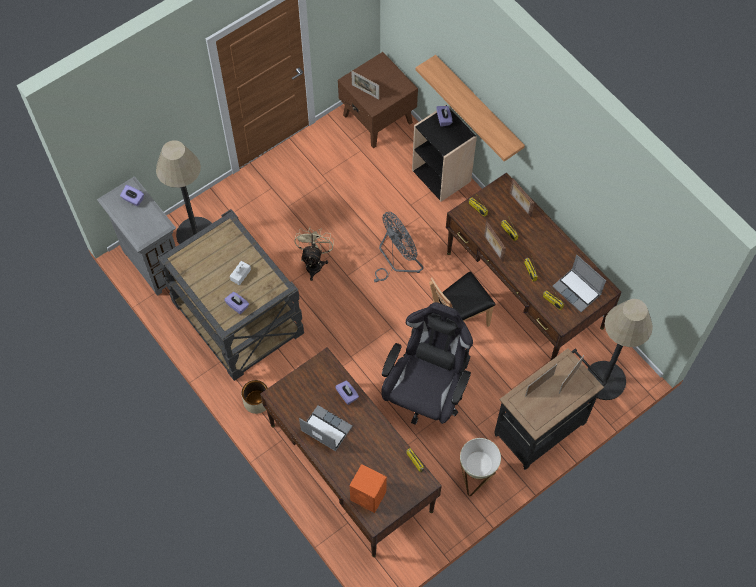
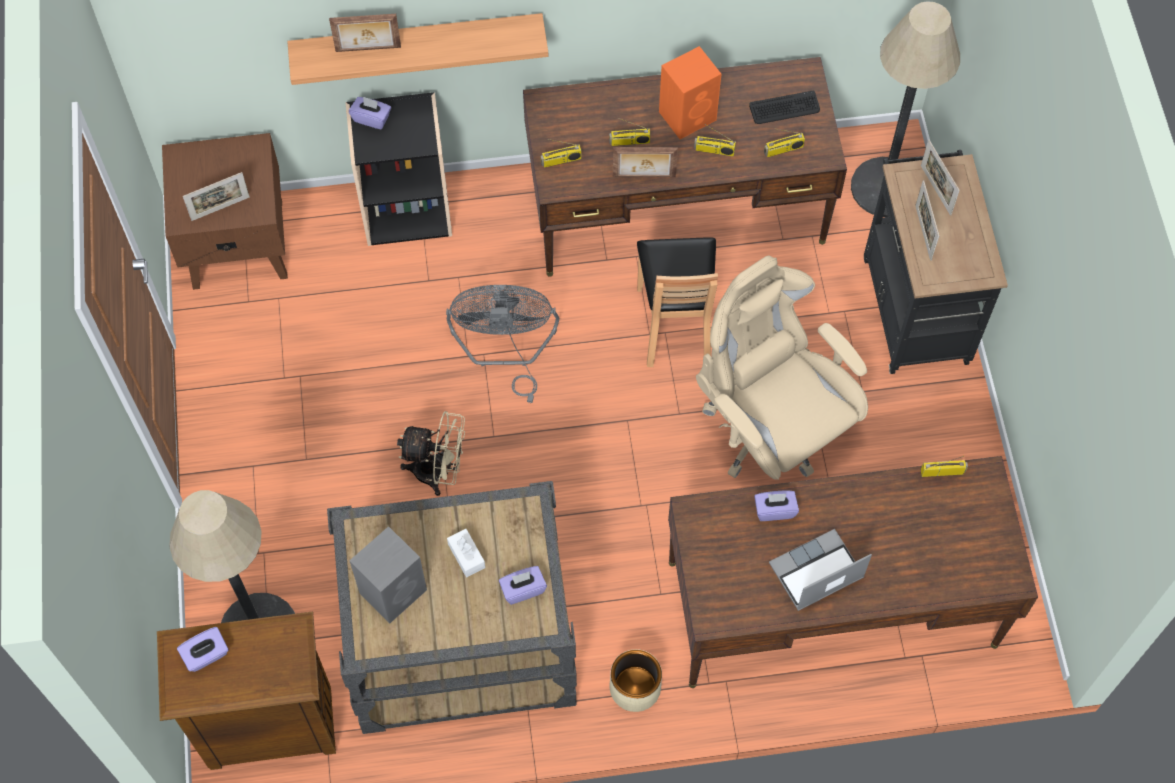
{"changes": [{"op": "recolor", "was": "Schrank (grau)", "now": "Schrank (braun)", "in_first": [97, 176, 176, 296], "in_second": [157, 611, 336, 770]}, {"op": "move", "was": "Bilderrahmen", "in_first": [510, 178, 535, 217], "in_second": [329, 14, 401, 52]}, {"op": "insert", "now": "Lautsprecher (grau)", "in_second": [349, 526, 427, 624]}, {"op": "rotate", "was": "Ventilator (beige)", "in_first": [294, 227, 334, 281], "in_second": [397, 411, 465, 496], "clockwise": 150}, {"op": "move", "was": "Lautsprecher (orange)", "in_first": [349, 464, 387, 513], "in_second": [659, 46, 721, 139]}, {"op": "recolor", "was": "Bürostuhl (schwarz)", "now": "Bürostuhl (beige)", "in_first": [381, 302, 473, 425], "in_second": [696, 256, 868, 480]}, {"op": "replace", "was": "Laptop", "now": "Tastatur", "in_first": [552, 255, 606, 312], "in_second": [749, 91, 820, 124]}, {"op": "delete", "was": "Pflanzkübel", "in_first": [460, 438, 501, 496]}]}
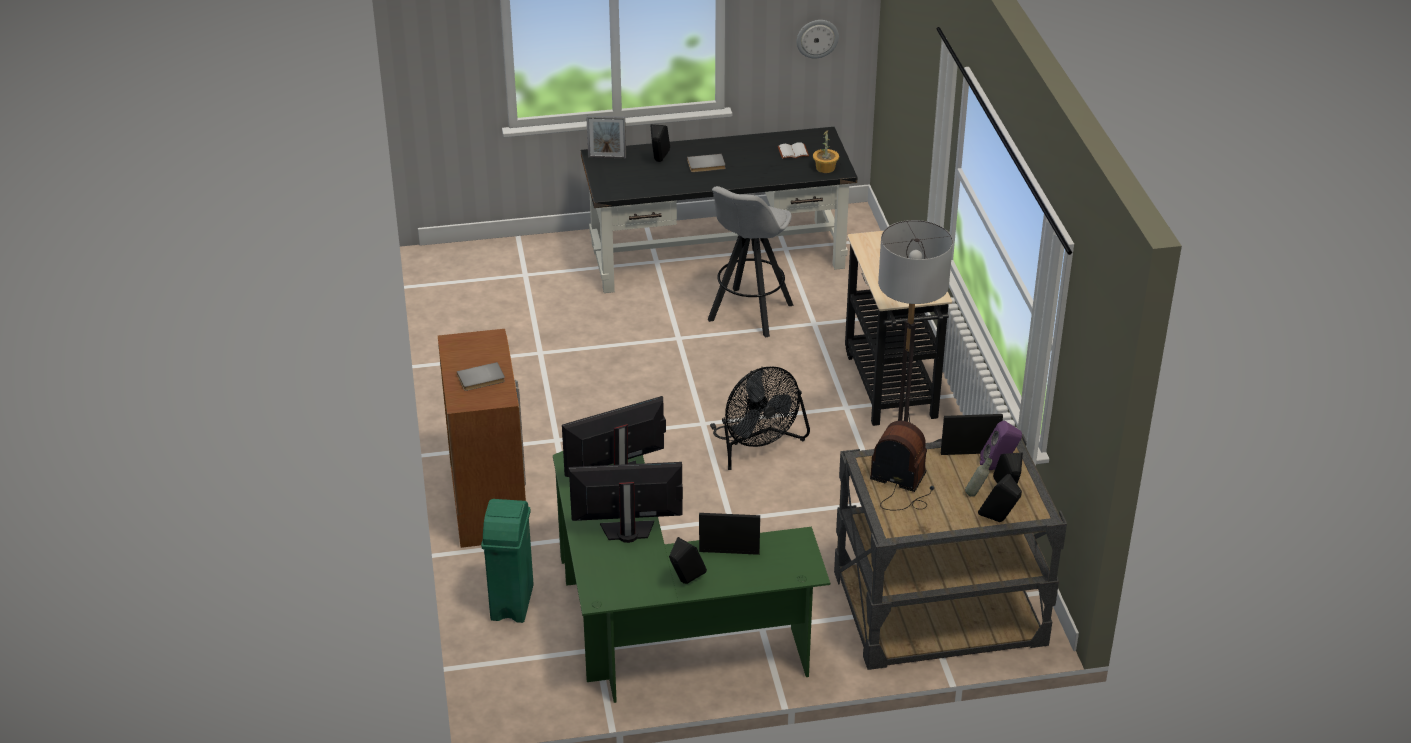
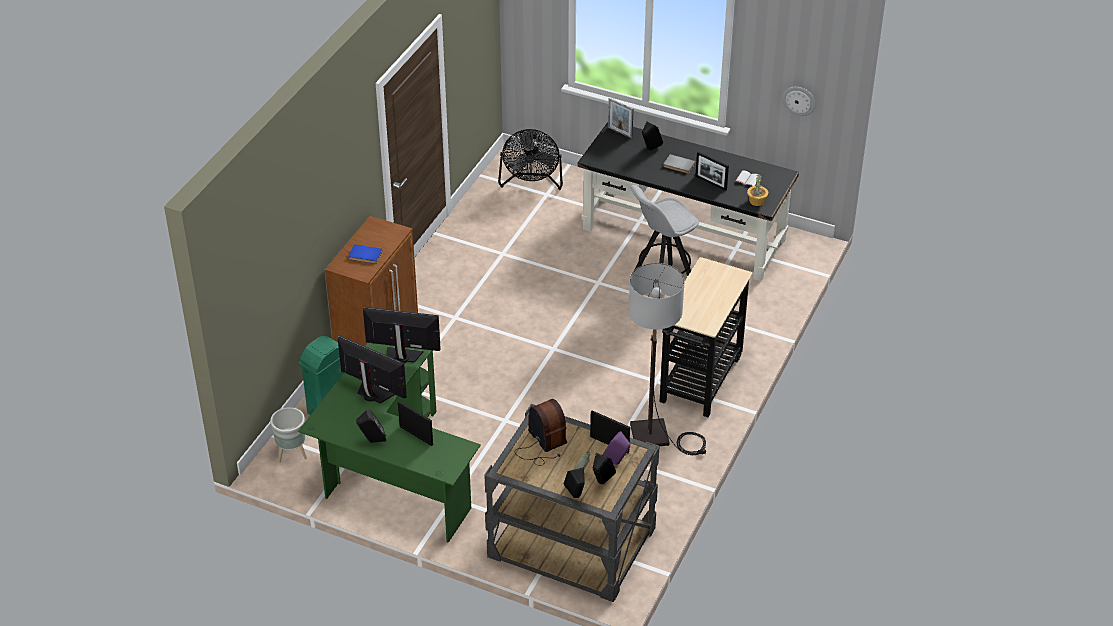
{"changes": [{"op": "insert", "now": "Pflanzkübel (grau)", "in_second": [270, 407, 307, 462]}, {"op": "recolor", "was": "Buch (grau)", "now": "Buch (blau)", "in_first": [457, 362, 505, 391], "in_second": [349, 244, 383, 264]}, {"op": "move", "was": "Ventilator (schwarz)", "in_first": [710, 367, 810, 470], "in_second": [498, 129, 563, 190]}, {"op": "insert", "now": "Bilderrahmen", "in_second": [695, 151, 729, 191]}]}
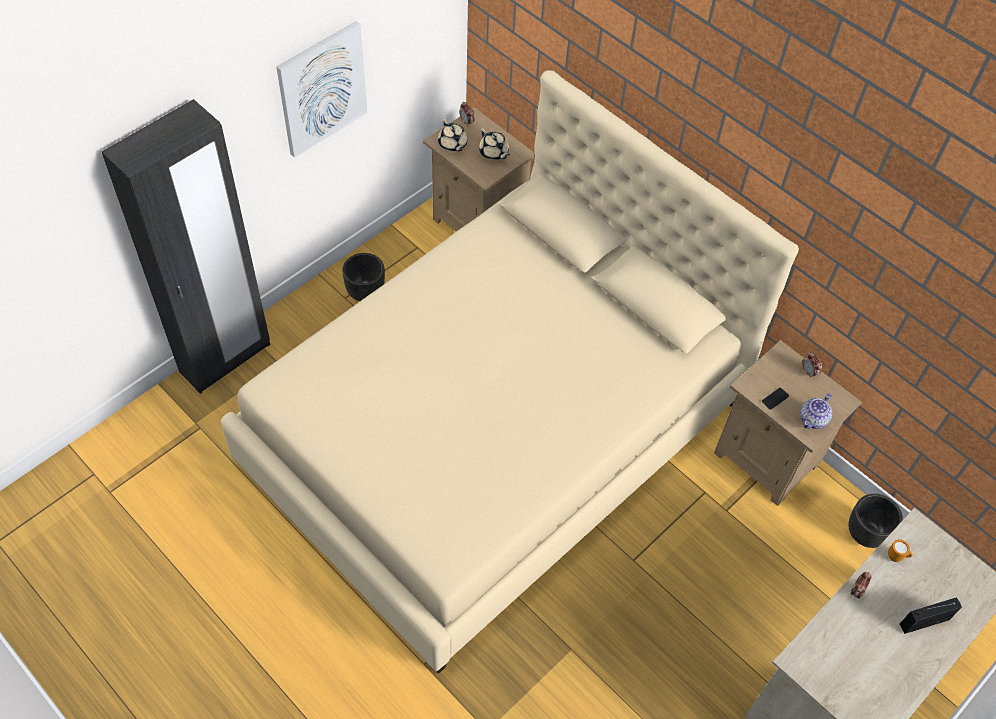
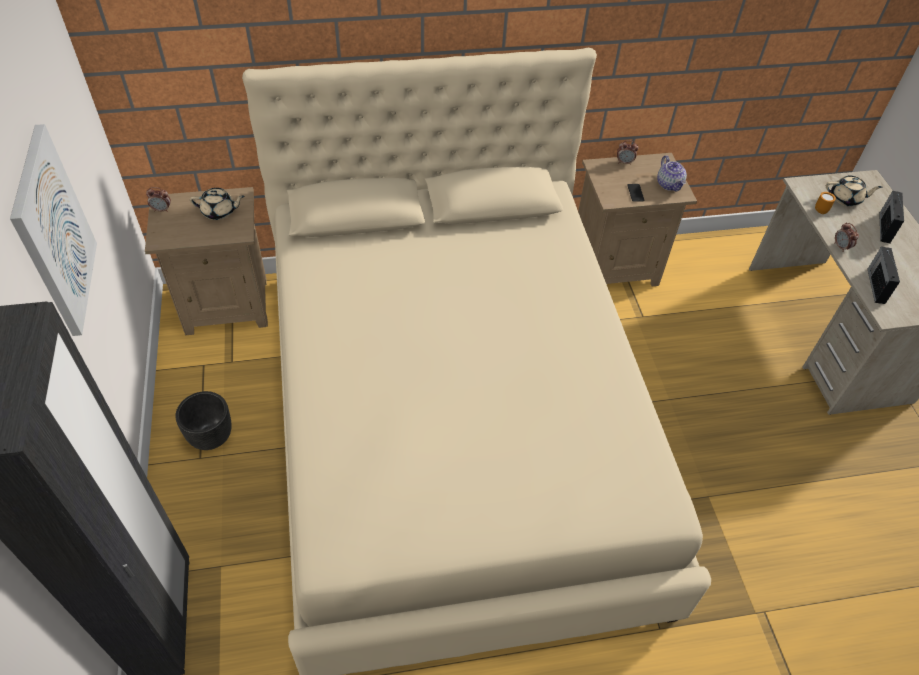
{"changes": [{"op": "move", "was": "Teekanne (beige)", "in_first": [438, 119, 468, 152], "in_second": [826, 176, 882, 206]}, {"op": "insert", "now": "Radio", "in_second": [868, 247, 900, 304]}, {"op": "delete", "was": "Pflanzkübel (schwarz)", "in_first": [848, 494, 903, 548]}]}
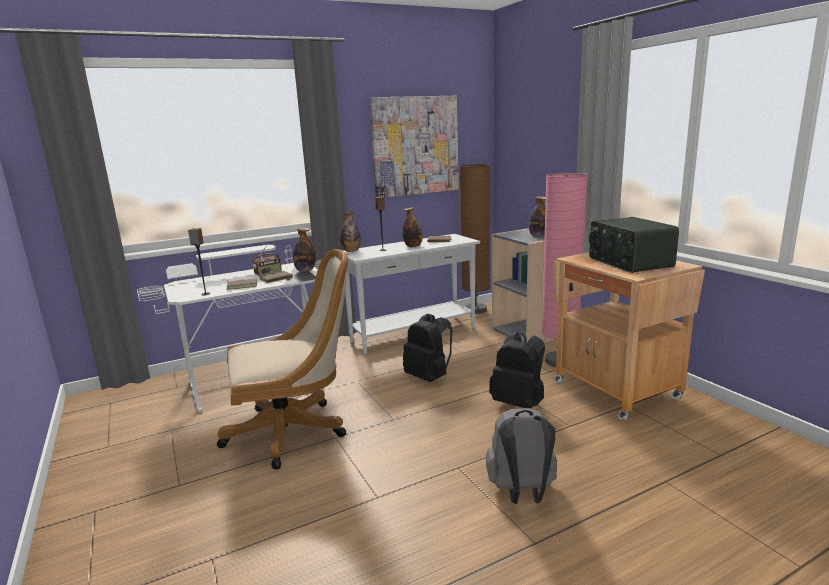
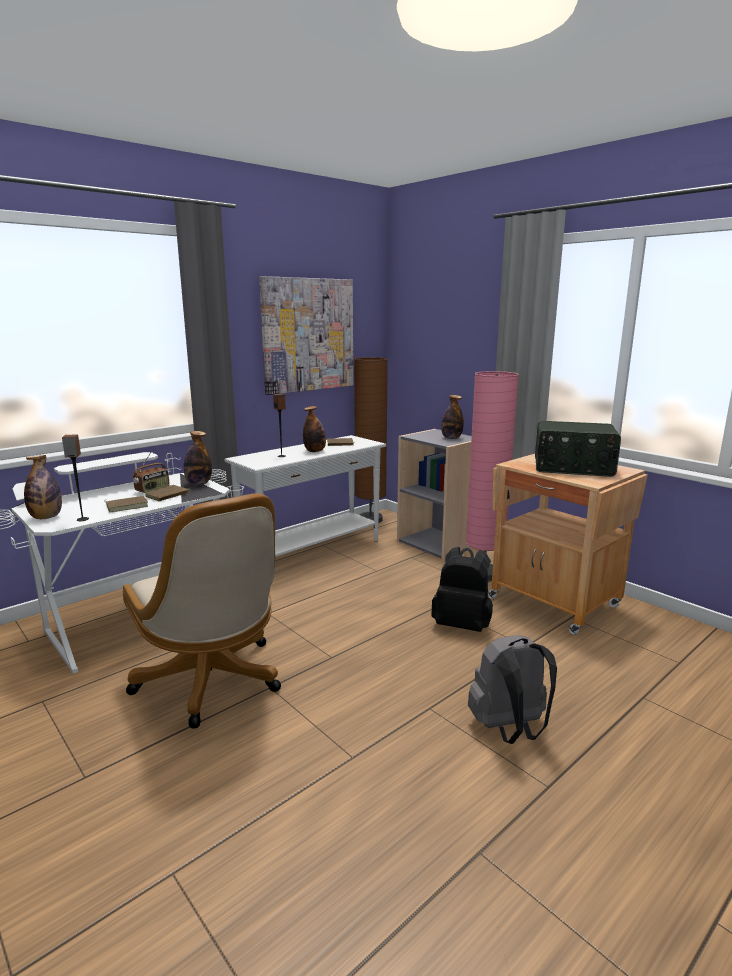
{"changes": [{"op": "move", "was": "Flasche", "in_first": [340, 212, 361, 252], "in_second": [24, 455, 62, 519]}, {"op": "rotate", "was": "Bürostuhl", "in_first": [217, 249, 348, 470], "in_second": [123, 493, 281, 729], "clockwise": 90}, {"op": "rotate", "was": "Radio", "in_first": [589, 217, 679, 273], "in_second": [535, 421, 621, 477], "clockwise": -45}, {"op": "delete", "was": "Rucksack (schwarz)", "in_first": [403, 314, 453, 382]}]}
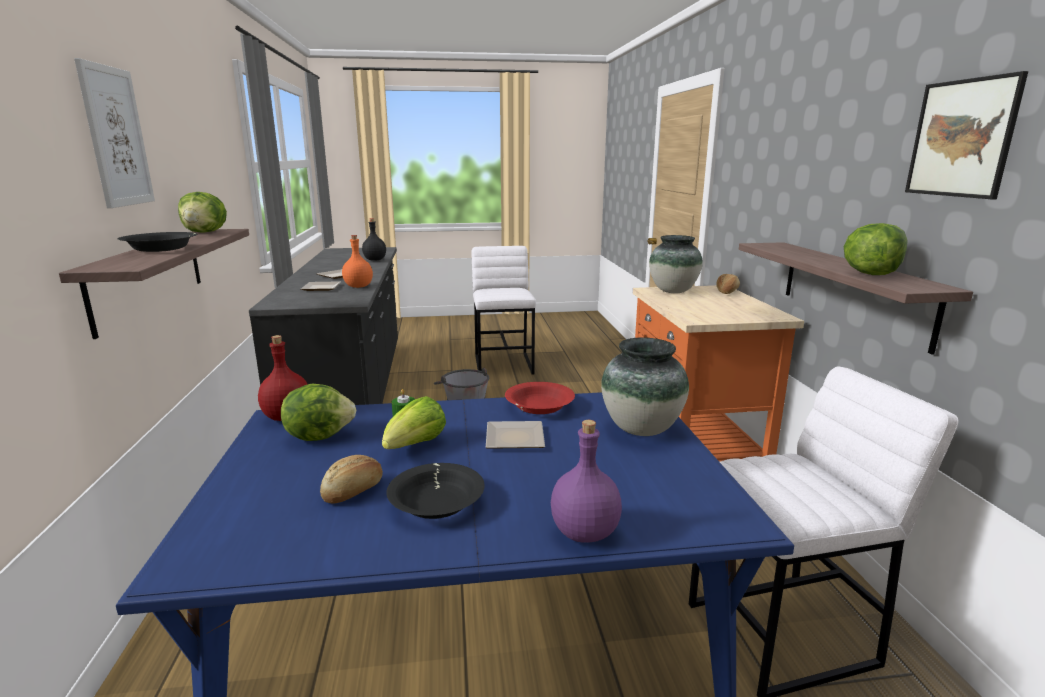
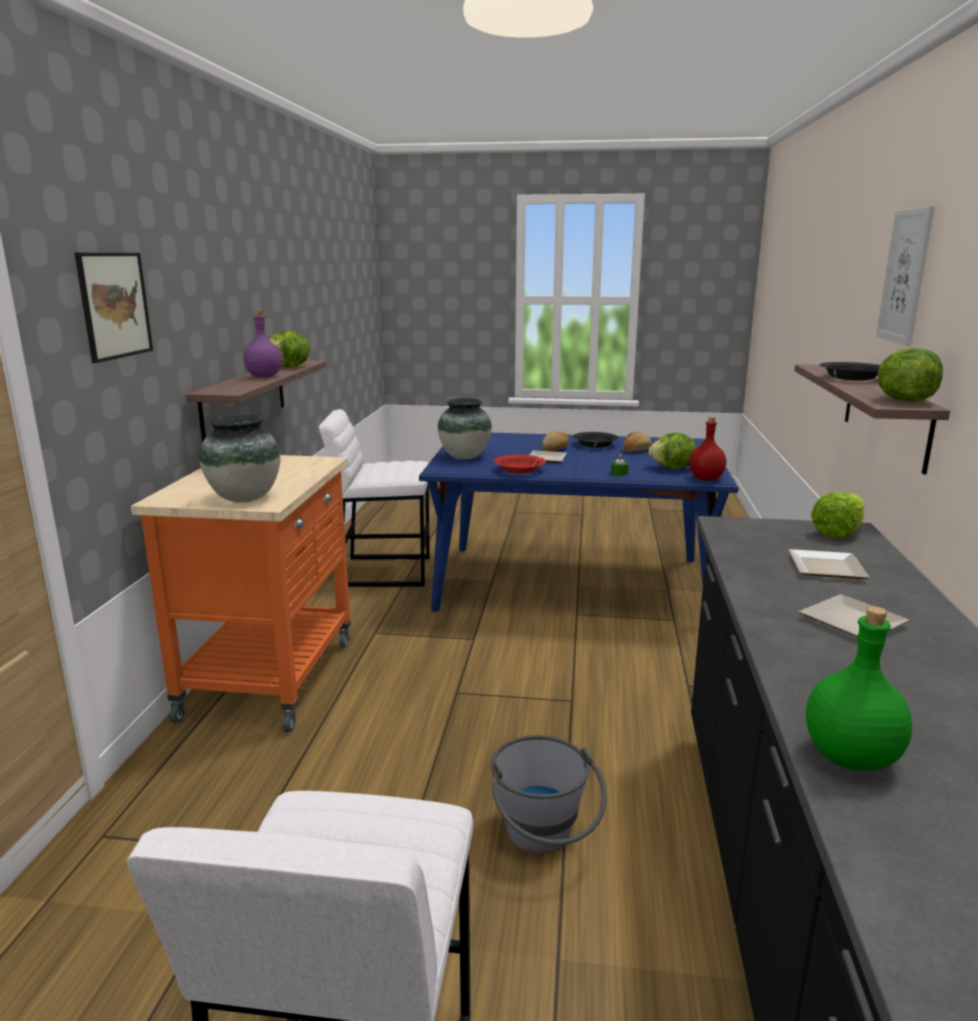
{"changes": [{"op": "move", "was": "Bild", "in_first": [905, 71, 1028, 199], "in_second": [75, 253, 153, 363]}, {"op": "move", "was": "Flasche (lila)", "in_first": [551, 420, 622, 543], "in_second": [244, 311, 282, 377]}, {"op": "move", "was": "Brot", "in_first": [716, 274, 740, 294], "in_second": [542, 431, 569, 451]}, {"op": "recolor", "was": "Flasche (schwarz)", "now": "Flasche (grün)", "in_first": [362, 218, 386, 261], "in_second": [806, 606, 912, 771]}, {"op": "move", "was": "Salatkopf", "in_first": [382, 396, 446, 449], "in_second": [811, 492, 864, 538]}, {"op": "delete", "was": "Flasche (orange)", "in_first": [342, 235, 373, 288]}]}
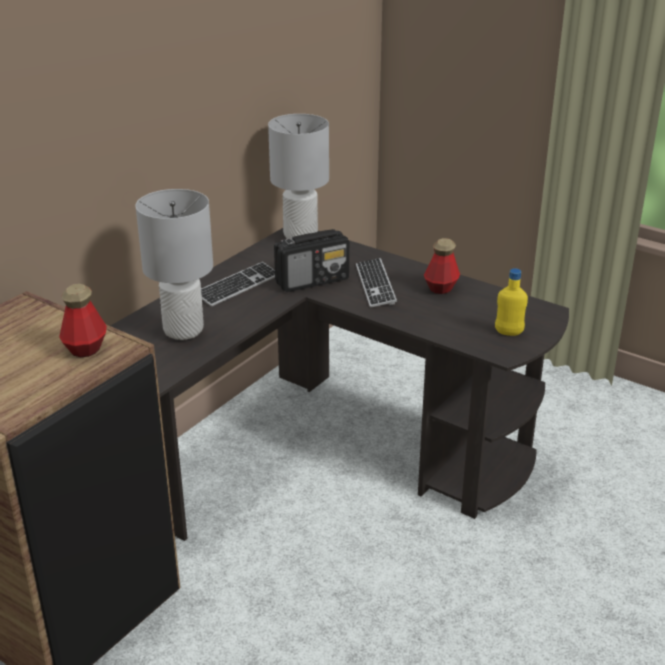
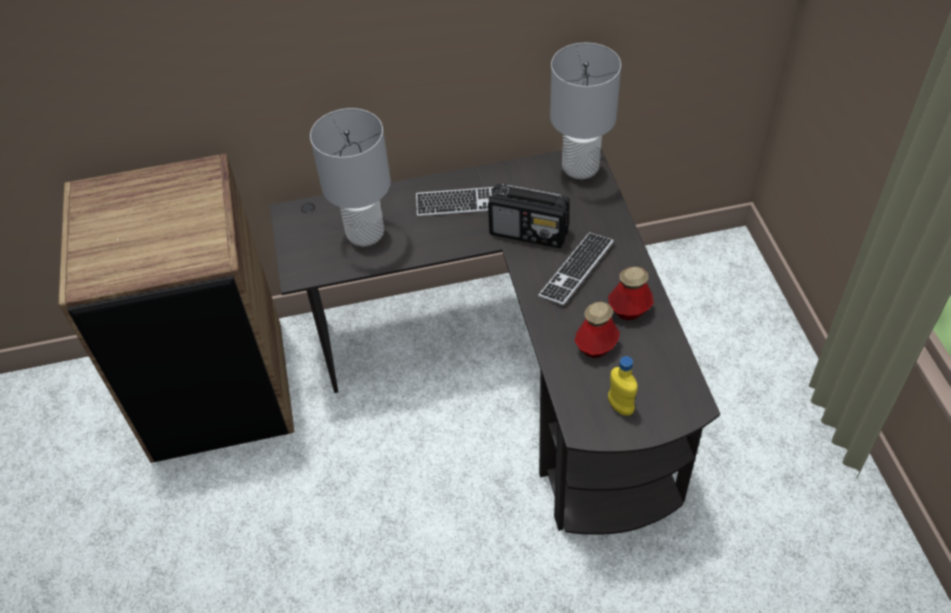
{"changes": [{"op": "move", "was": "Flasche", "in_first": [59, 284, 107, 357], "in_second": [575, 301, 620, 358]}]}
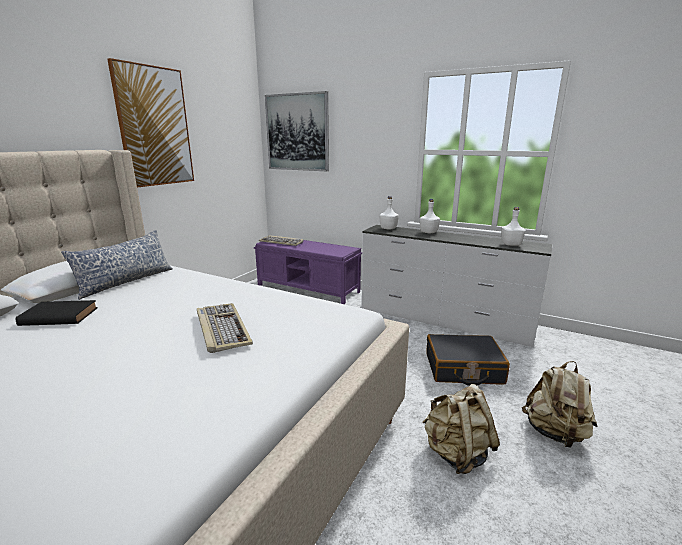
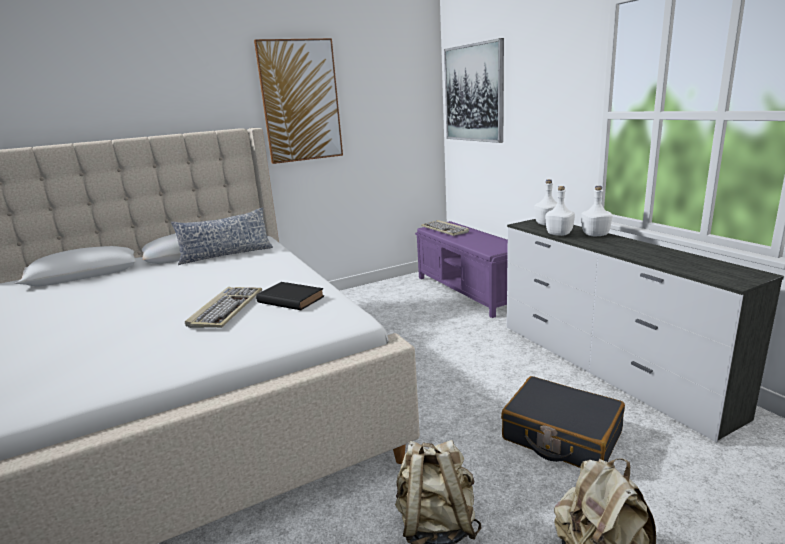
{"changes": [{"op": "move", "was": "Buch (schwarz)", "in_first": [15, 300, 98, 326], "in_second": [256, 282, 324, 310]}, {"op": "move", "was": "Flasche (weiß)", "in_first": [501, 207, 525, 246], "in_second": [545, 186, 575, 236]}]}
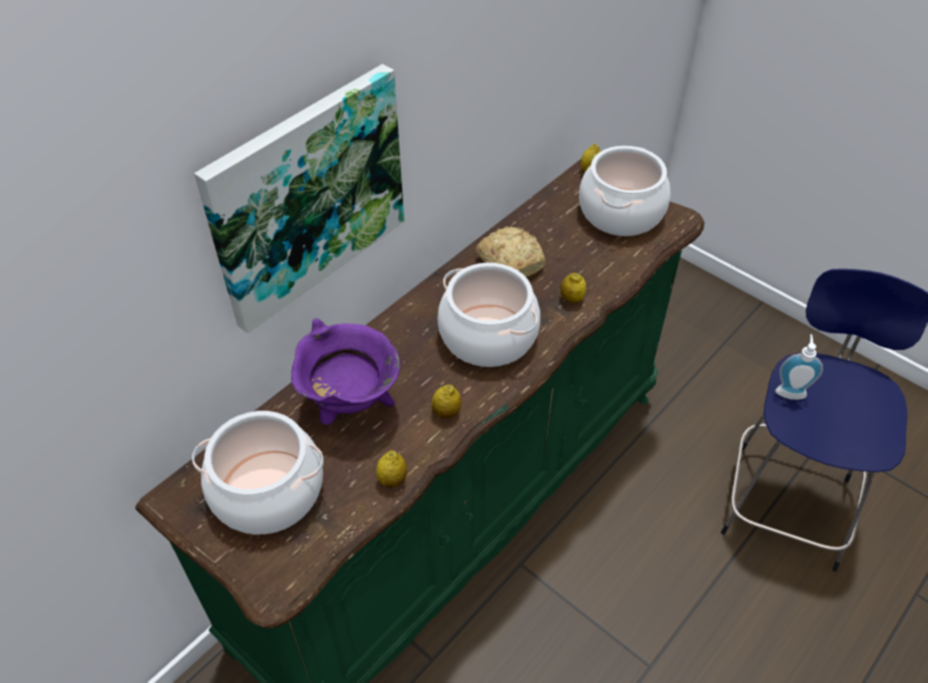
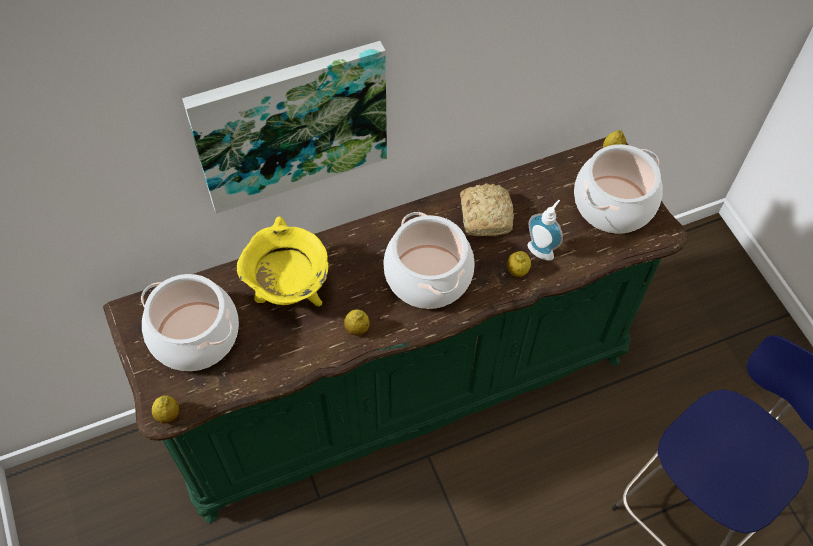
{"changes": [{"op": "move", "was": "Zitrone", "in_first": [376, 451, 407, 487], "in_second": [152, 396, 179, 424]}, {"op": "recolor", "was": "Kochtopf (lila)", "now": "Kochtopf (gelb)", "in_first": [291, 318, 400, 425], "in_second": [237, 217, 329, 306]}, {"op": "move", "was": "Seifenspender", "in_first": [775, 334, 823, 400], "in_second": [527, 200, 563, 261]}]}
